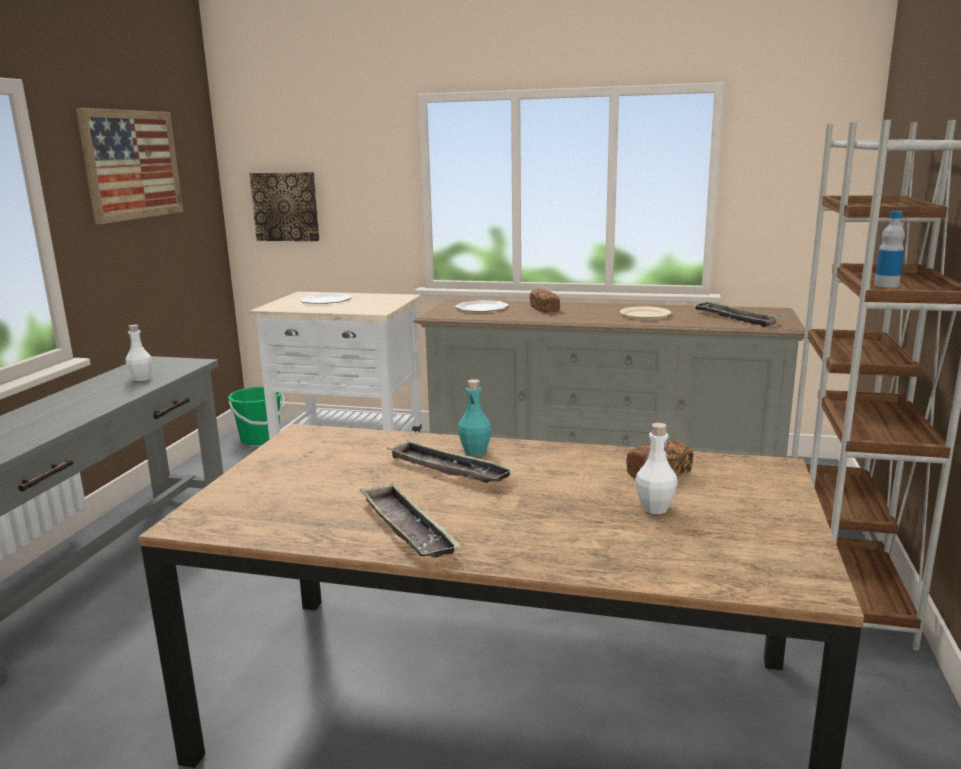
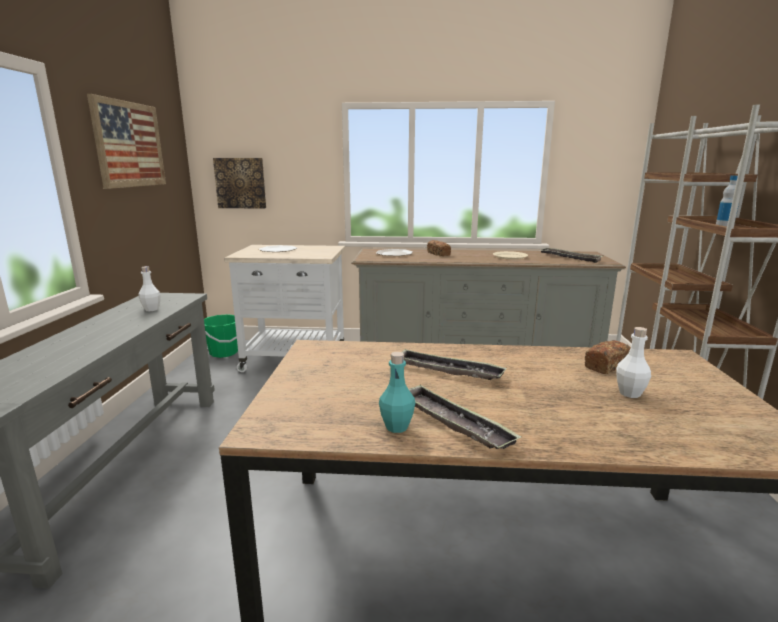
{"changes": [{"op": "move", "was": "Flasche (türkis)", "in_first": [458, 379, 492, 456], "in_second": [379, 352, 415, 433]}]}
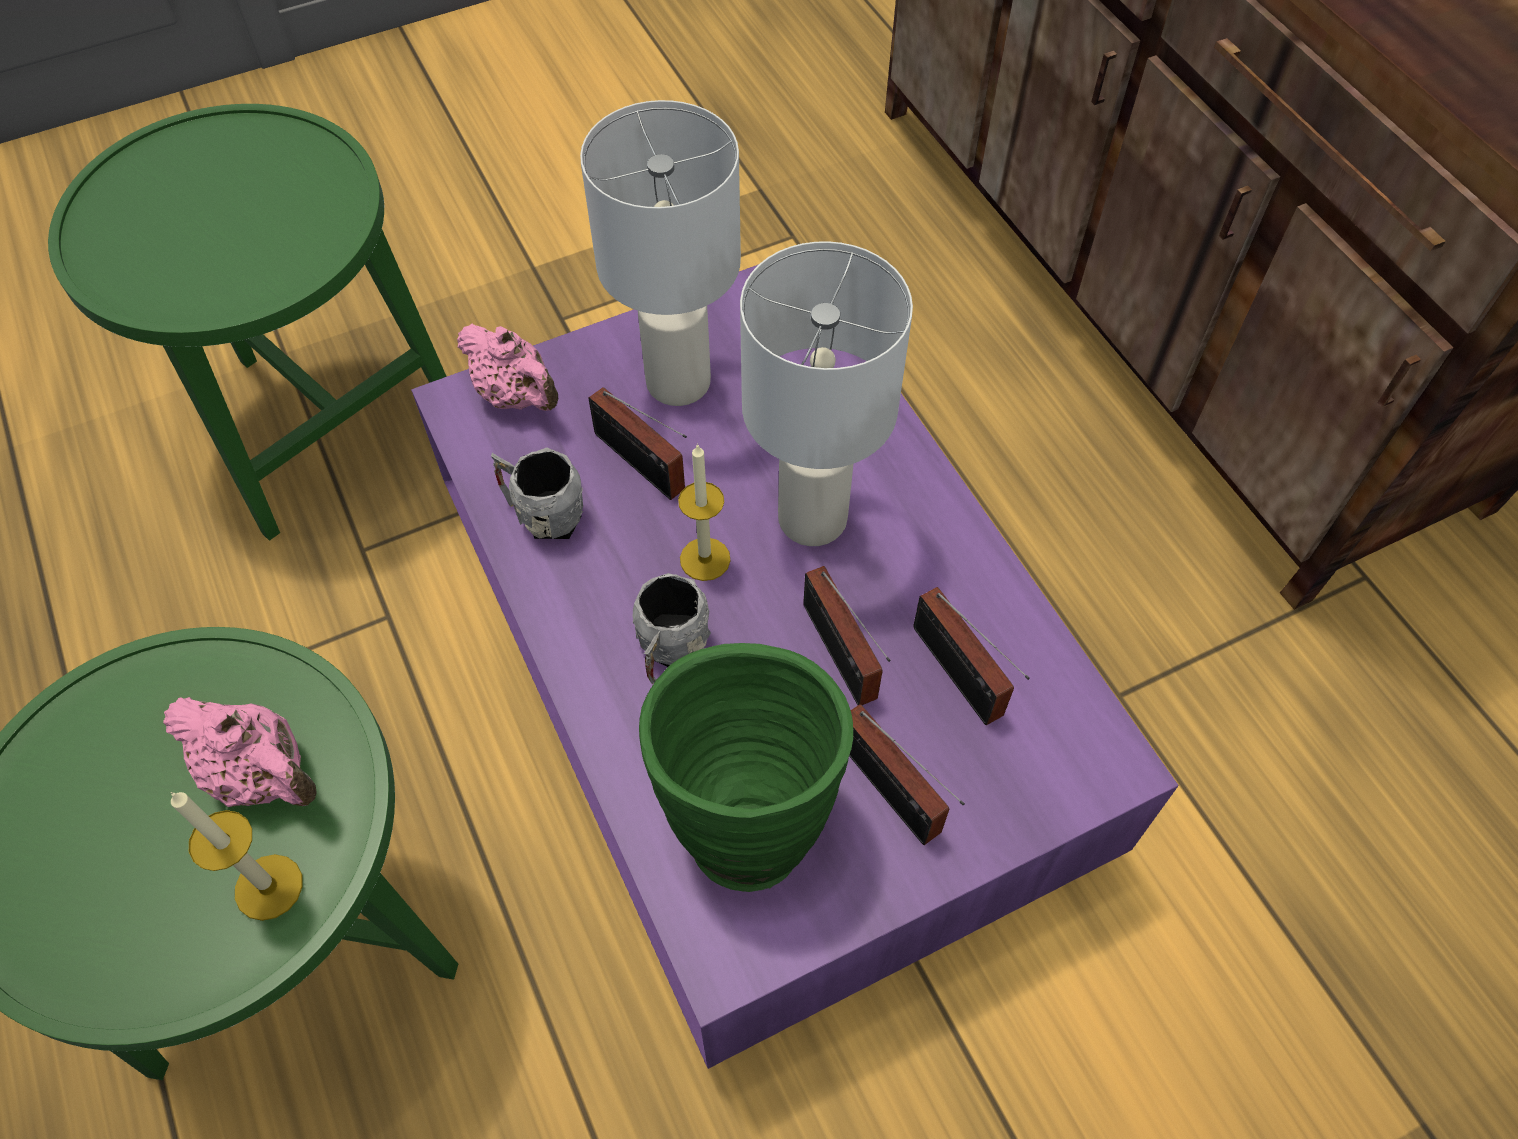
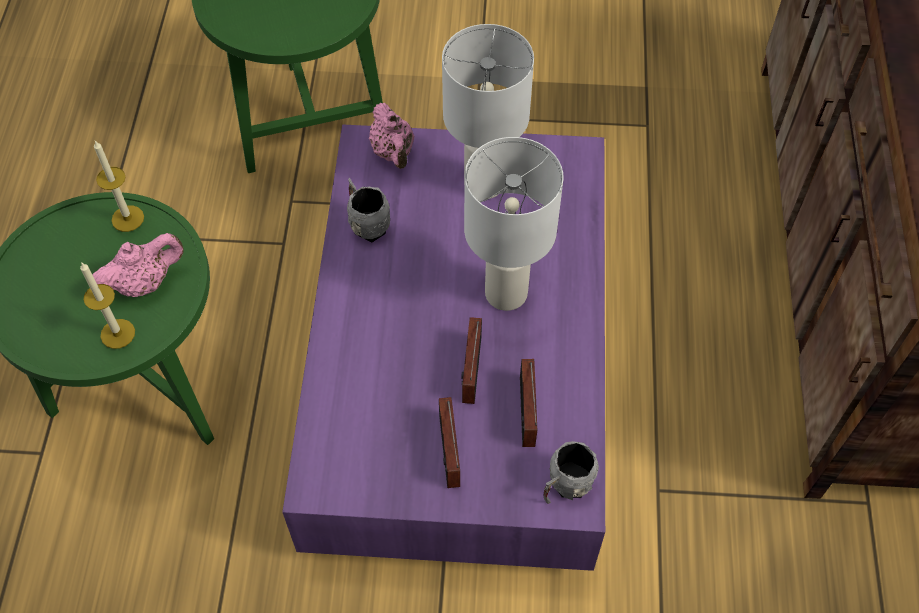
{"changes": [{"op": "rotate", "was": "Teekanne (rosa)", "in_first": [163, 697, 316, 807], "in_second": [93, 233, 184, 297], "clockwise": -90}, {"op": "move", "was": "Kerze", "in_first": [678, 443, 731, 581], "in_second": [94, 141, 144, 232]}, {"op": "move", "was": "Henkelbecher (grau)", "in_first": [632, 573, 711, 685], "in_second": [543, 441, 599, 504]}, {"op": "delete", "was": "Radio", "in_first": [588, 387, 687, 500]}, {"op": "delete", "was": "Vase (grün)", "in_first": [639, 643, 853, 892]}]}
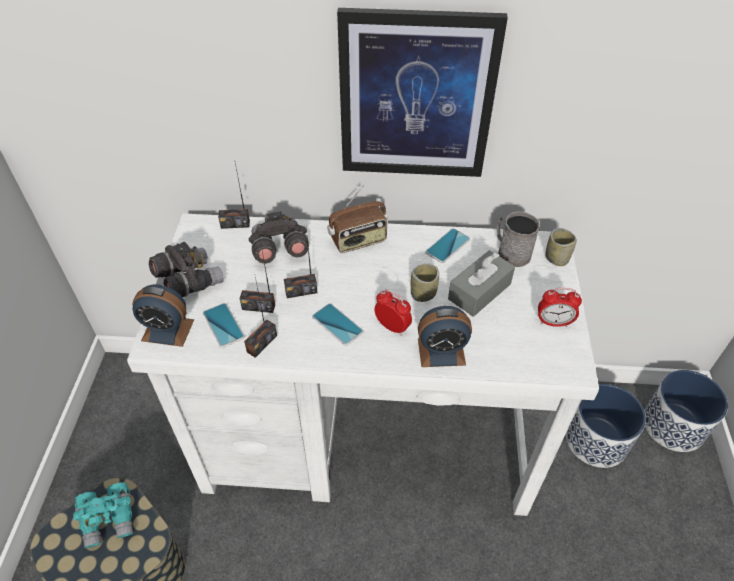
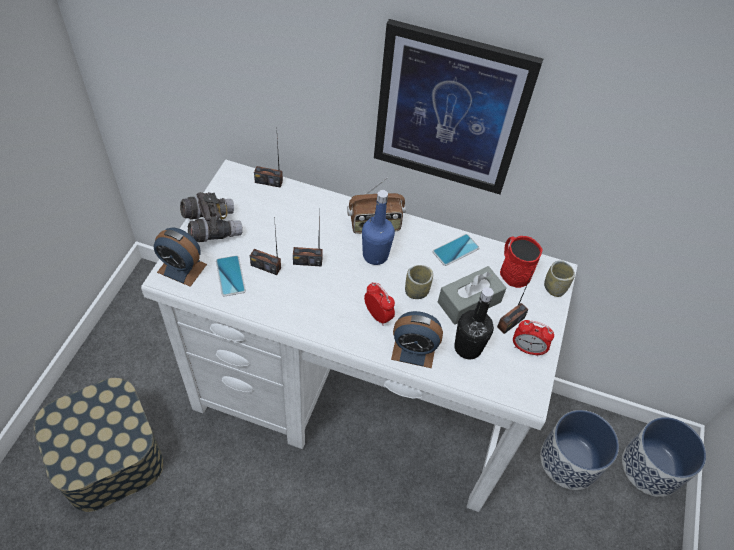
{"changes": [{"op": "insert", "now": "Flasche (blau)", "in_second": [362, 190, 395, 265]}, {"op": "insert", "now": "Flasche (schwarz)", "in_second": [454, 287, 494, 360]}, {"op": "move", "was": "Radio", "in_first": [244, 277, 277, 358], "in_second": [497, 267, 535, 334]}, {"op": "recolor", "was": "Henkelbecher (grau)", "now": "Henkelbecher (rot)", "in_first": [497, 211, 539, 267], "in_second": [500, 236, 543, 288]}, {"op": "delete", "was": "Fernglas (türkis)", "in_first": [73, 482, 133, 548]}, {"op": "delete", "was": "Fernglas (grau)", "in_first": [249, 211, 309, 264]}, {"op": "delete", "was": "Handy", "in_first": [312, 303, 364, 346]}]}
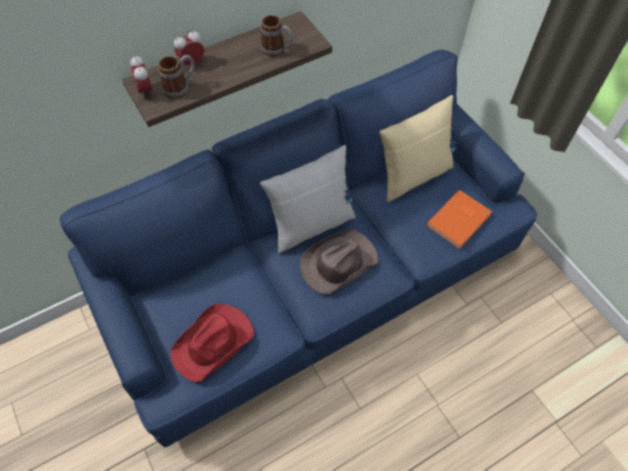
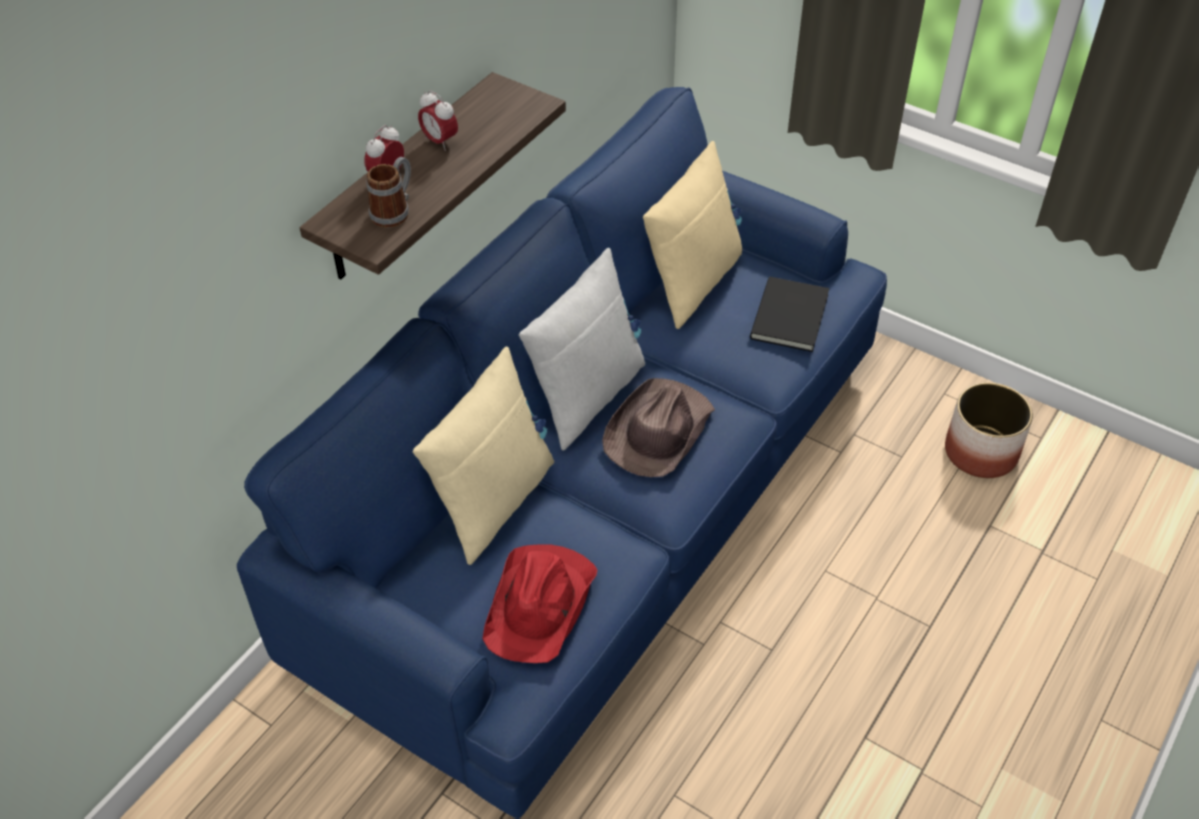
{"changes": [{"op": "insert", "now": "Kissen (beige)", "in_second": [412, 346, 554, 565]}, {"op": "move", "was": "Wecker", "in_first": [130, 55, 153, 99], "in_second": [418, 90, 458, 151]}, {"op": "recolor", "was": "Buch (orange)", "now": "Buch (schwarz)", "in_first": [426, 190, 492, 249], "in_second": [750, 276, 829, 352]}, {"op": "insert", "now": "Pflanzkübel", "in_second": [945, 382, 1033, 478]}, {"op": "delete", "was": "Henkelbecher", "in_first": [261, 15, 293, 57]}]}
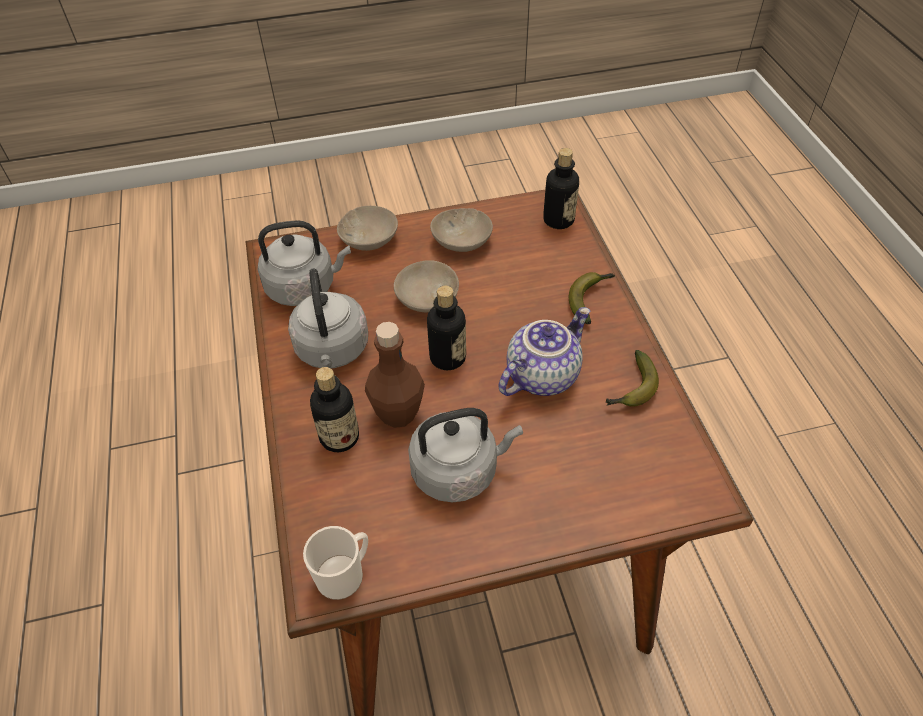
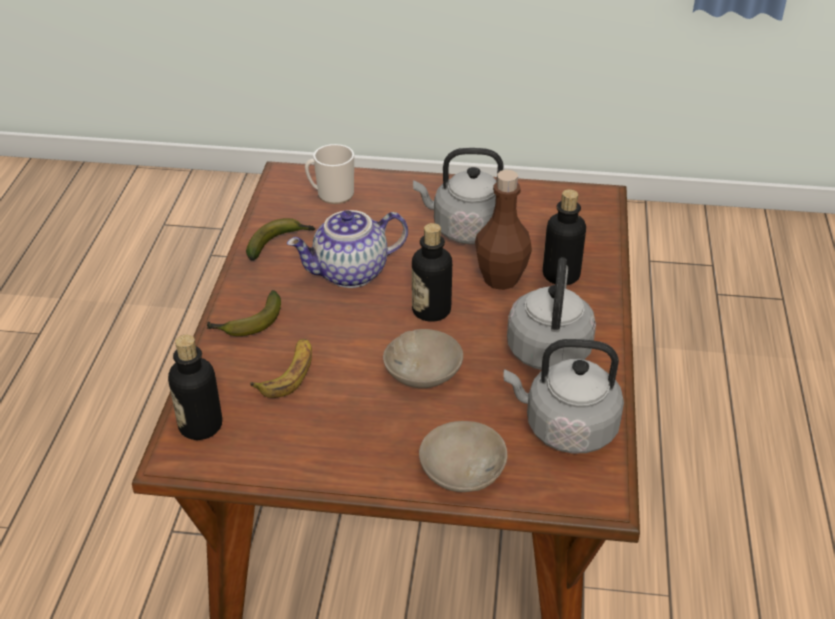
{"changes": [{"op": "insert", "now": "Banane", "in_second": [250, 339, 312, 398]}, {"op": "move", "was": "Henkelbecher", "in_first": [303, 526, 368, 600], "in_second": [305, 144, 354, 204]}, {"op": "delete", "was": "Schüssel (beige)", "in_first": [430, 208, 493, 252]}]}
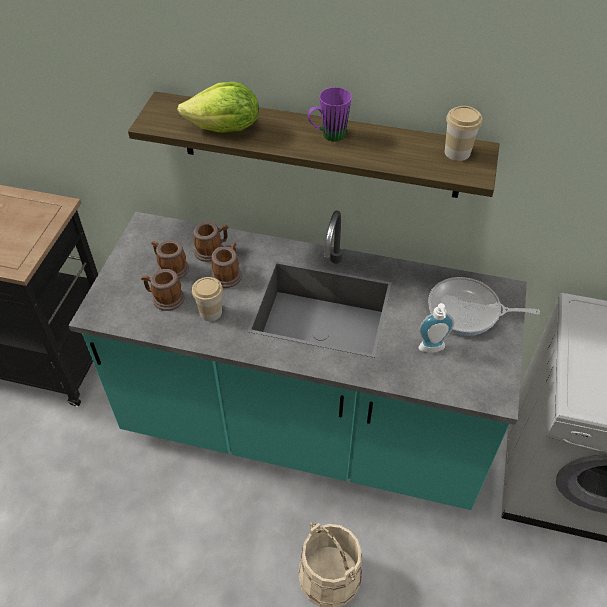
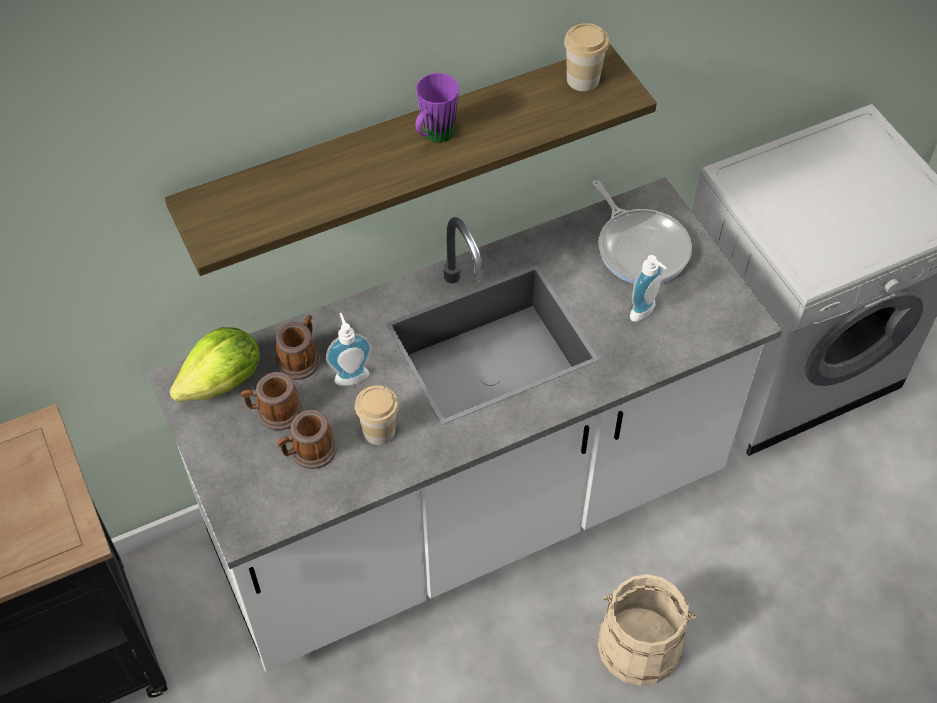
{"changes": [{"op": "recolor", "was": "Küchenzeile (türkis)", "now": "Küchenzeile (weiß)", "in_first": [68, 211, 527, 510], "in_second": [148, 177, 782, 672]}, {"op": "move", "was": "Salatkopf", "in_first": [177, 82, 259, 133], "in_second": [169, 327, 259, 402]}, {"op": "replace", "was": "Henkelbecher", "now": "Seifenspender", "in_first": [211, 243, 242, 288], "in_second": [326, 313, 372, 386]}, {"op": "rotate", "was": "Pfanne", "in_first": [428, 277, 540, 336], "in_second": [592, 180, 692, 284], "clockwise": -90}]}
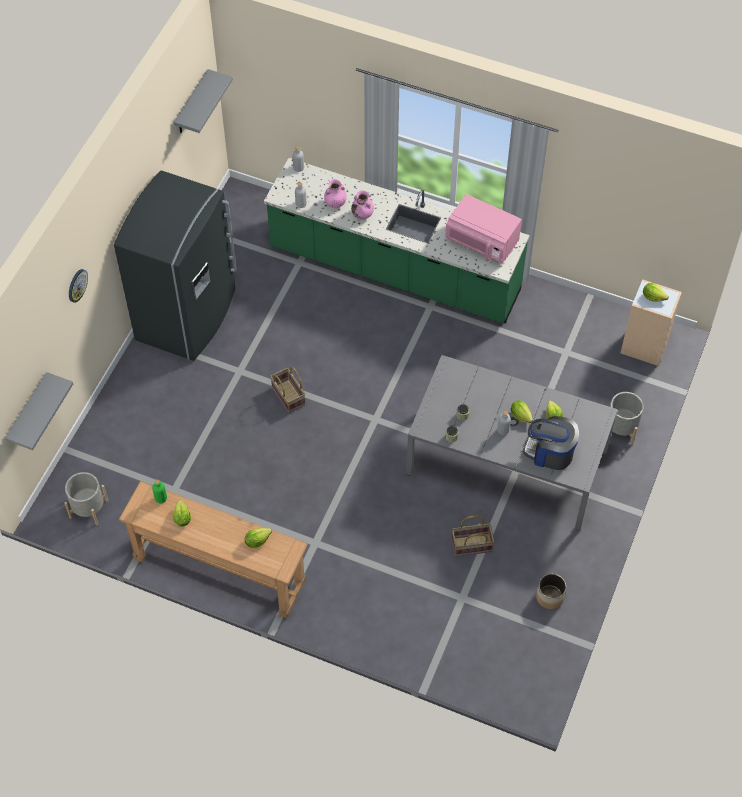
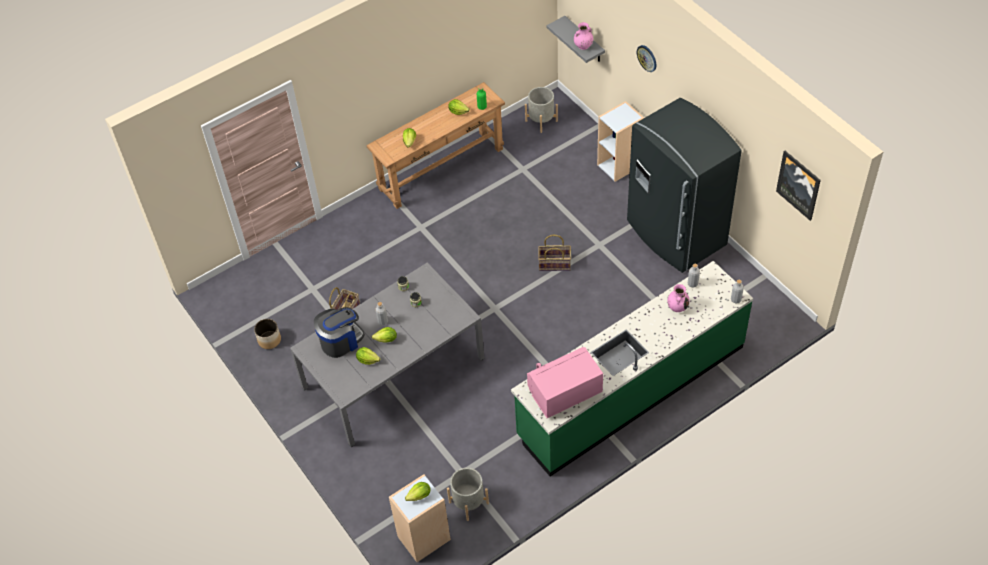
{"changes": [{"op": "move", "was": "Pflanzkübel (grau)", "in_first": [610, 392, 644, 444], "in_second": [447, 468, 489, 521]}, {"op": "move", "was": "Vase (rosa)", "in_first": [351, 191, 374, 220], "in_second": [574, 22, 593, 50]}, {"op": "insert", "now": "Bücherregal", "in_second": [597, 101, 644, 182]}, {"op": "replace", "was": "Wandregal (grau)", "now": "Bild", "in_first": [174, 69, 233, 133], "in_second": [776, 151, 821, 221]}]}
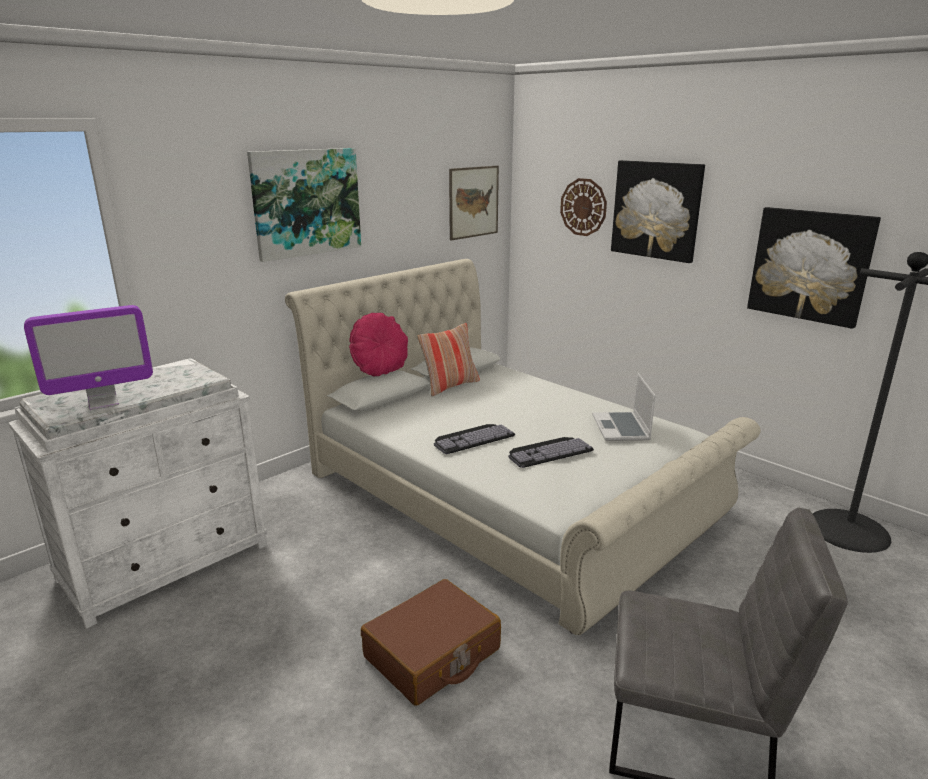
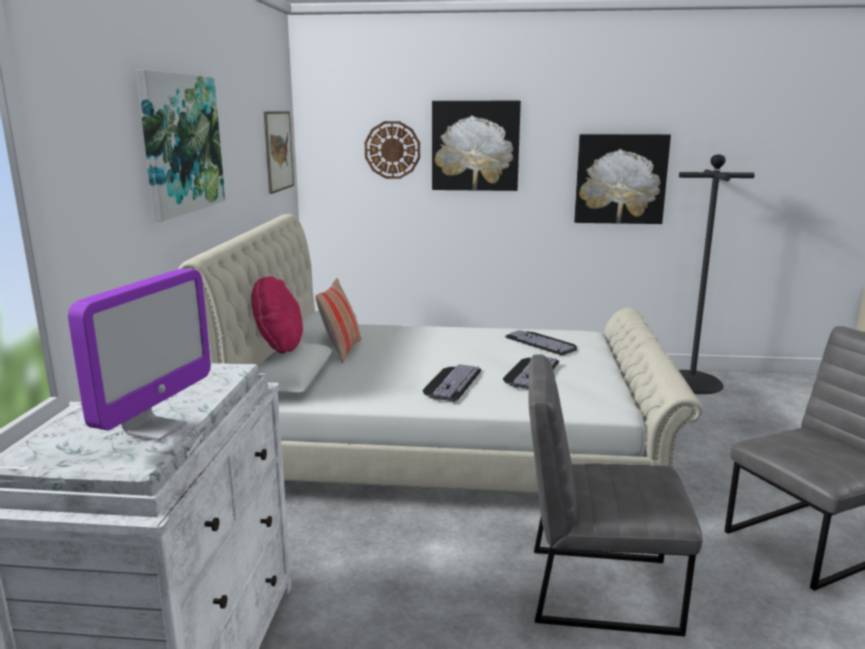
{"changes": [{"op": "replace", "was": "Laptop", "now": "Tastatur", "in_first": [592, 373, 656, 441], "in_second": [505, 330, 577, 355]}, {"op": "replace", "was": "Koffer (braun)", "now": "Stuhl (grau)", "in_first": [361, 579, 501, 706], "in_second": [528, 354, 702, 637]}]}
